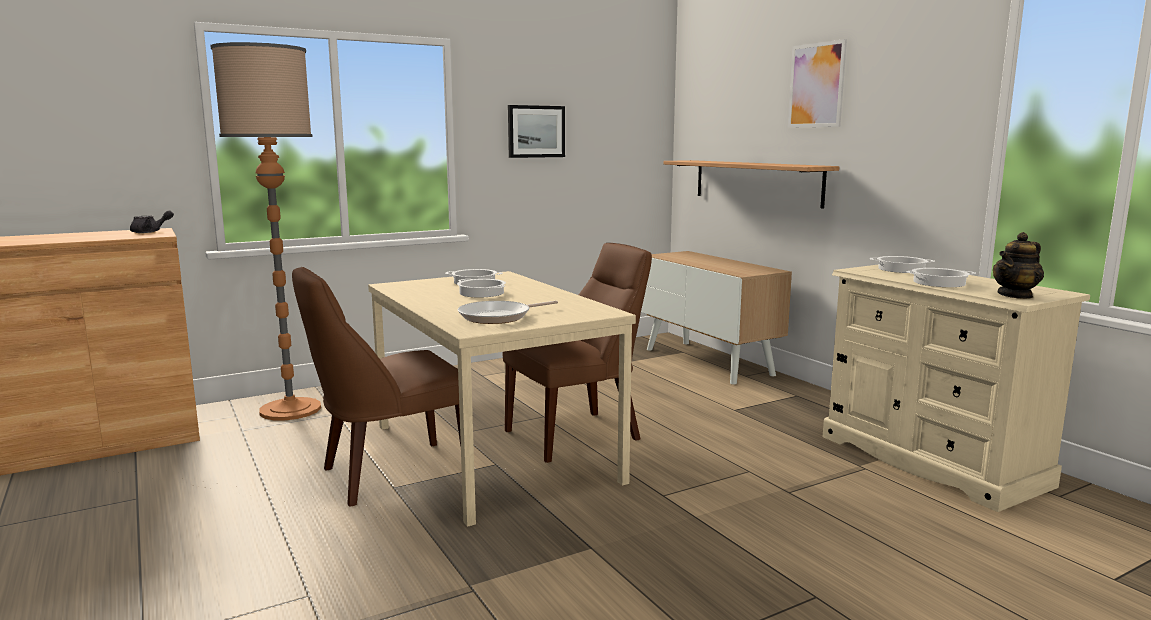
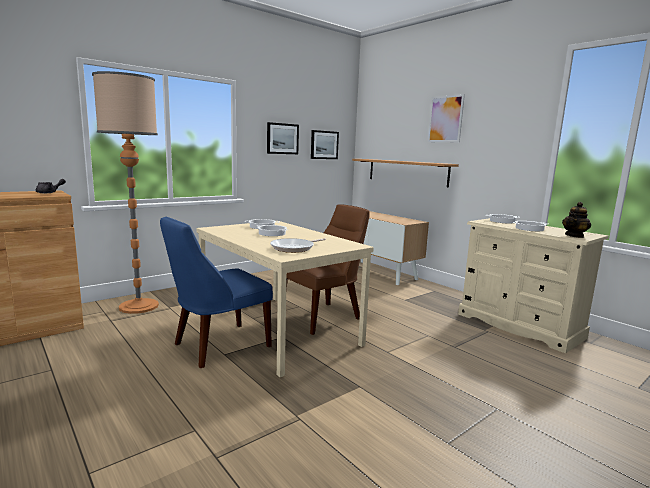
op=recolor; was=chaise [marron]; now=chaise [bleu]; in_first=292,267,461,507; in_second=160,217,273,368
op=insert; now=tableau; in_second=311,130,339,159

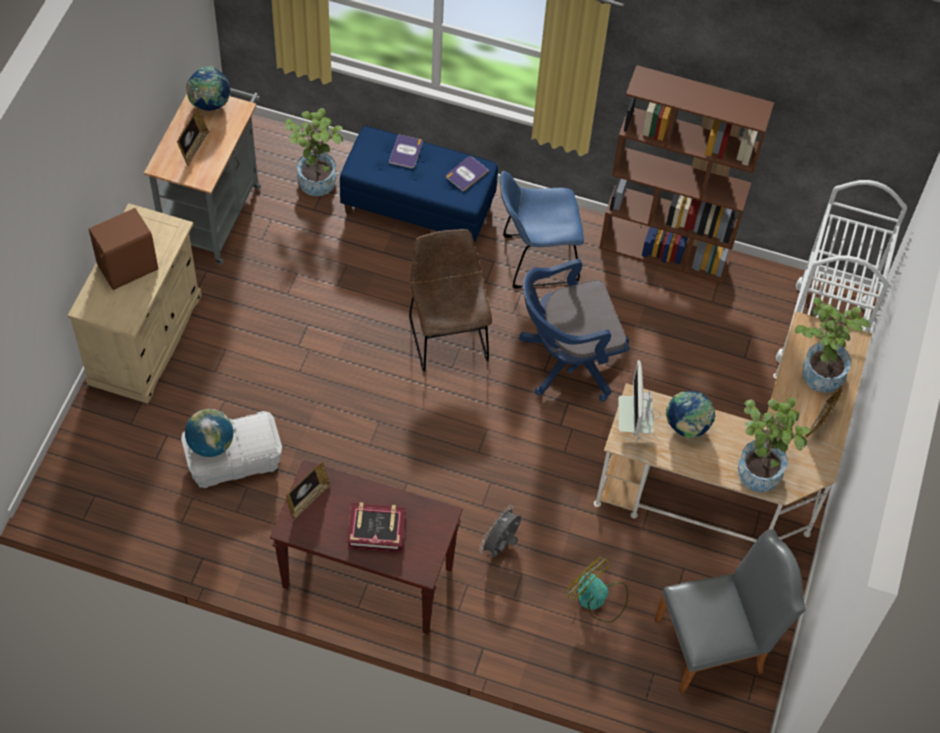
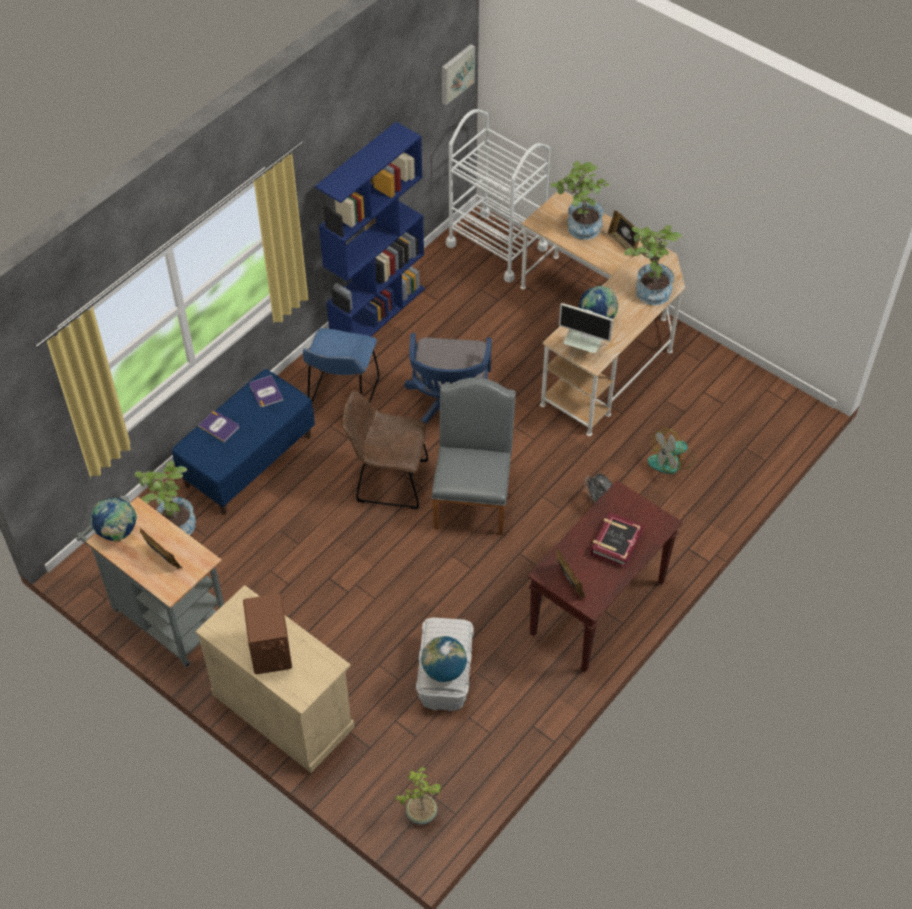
op=recolor; was=bibliothèque [marron]; now=bibliothèque [bleu]; in_first=599,65,774,283; in_second=315,122,425,336
op=move; was=chaise [gris]; in_first=654,529,806,694; in_second=431,377,516,535
op=insert; now=tableau; in_second=442,44,475,105
op=insert; now=plante en pot; in_second=395,767,441,825

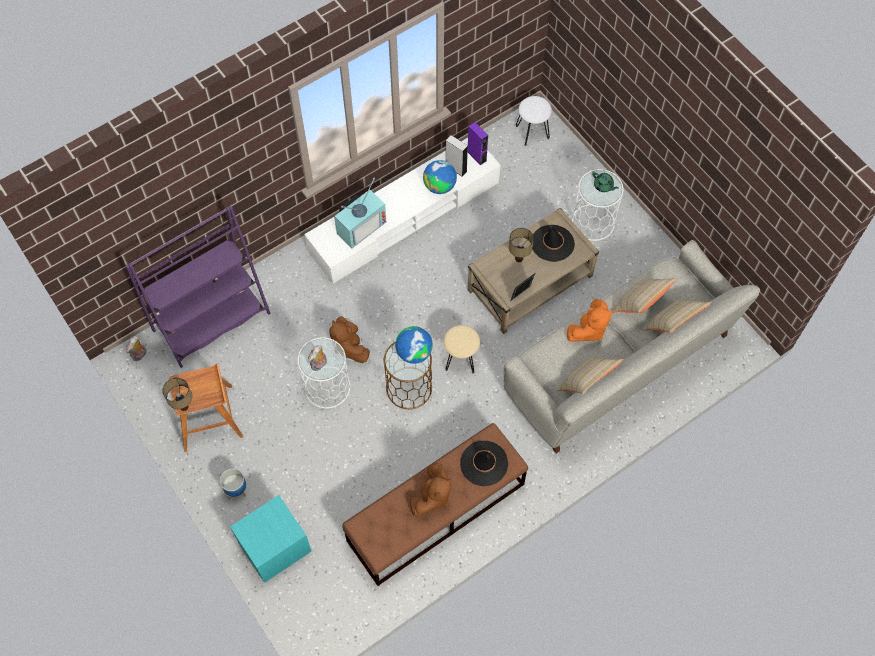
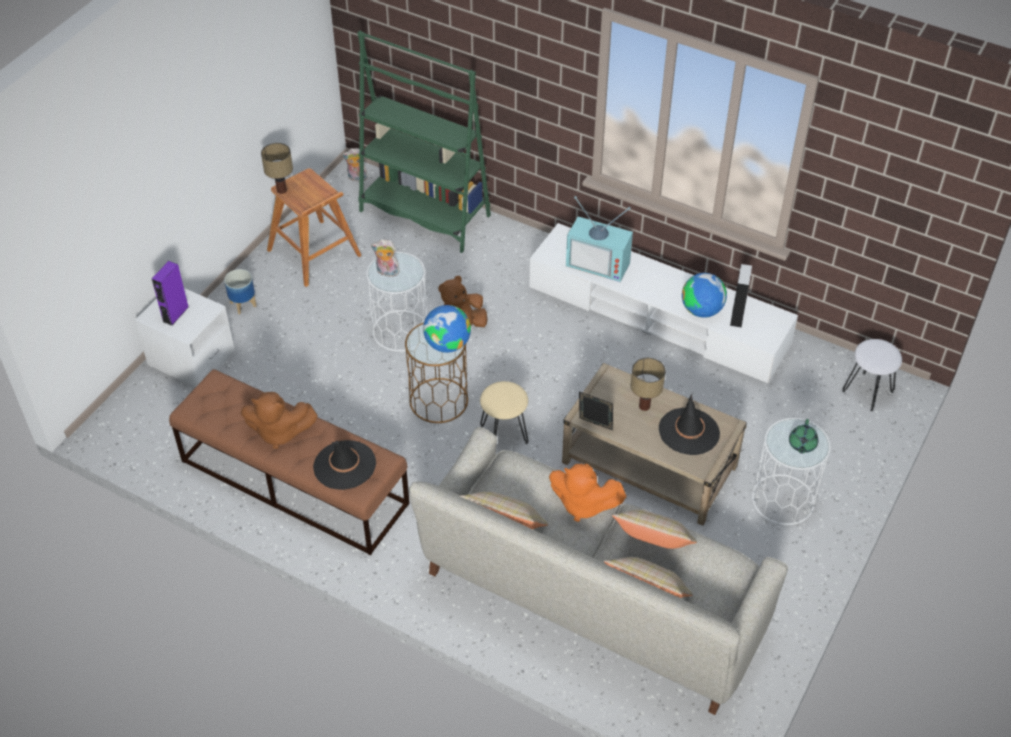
op=move; was=enceinte [violet]; in_first=468,122,488,166; in_second=152,261,189,326
op=recolor; was=bibliothèque [violet]; now=bibliothèque [vert]; in_first=125,206,271,368; in_second=357,30,491,253
op=recolor; was=table de chevet [turquoise]; now=table de chevet [blanc]; in_first=230,495,311,583; in_second=135,288,235,387

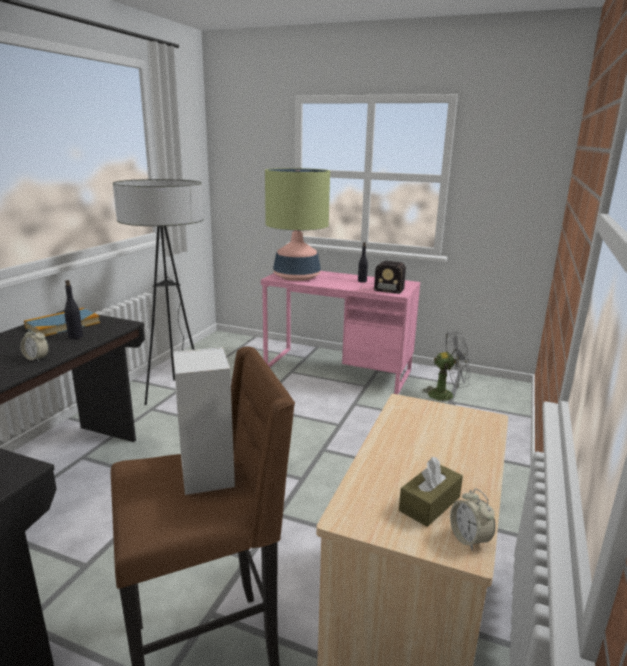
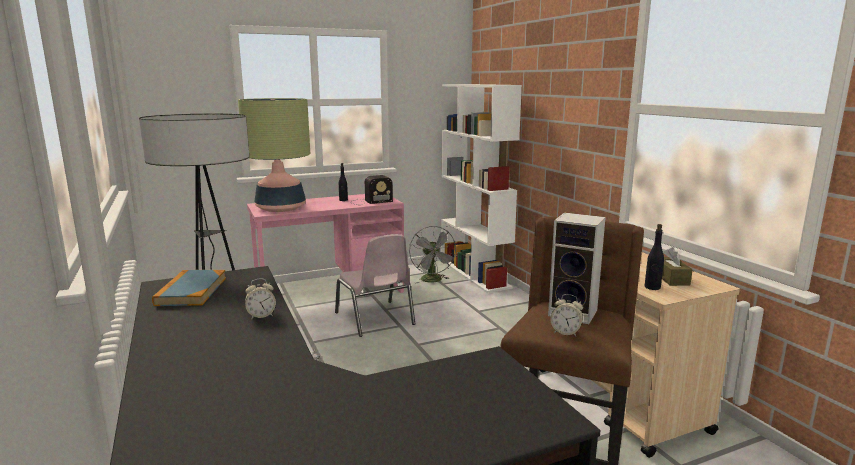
op=move; was=bouteille [noir]; in_first=64,280,83,339; in_second=645,224,664,290
op=rotate; was=ventilateur [gris]; in_first=420,332,471,405; in_second=409,226,457,283; clockwise=120
op=move; was=réveil; in_first=450,488,495,551; in_second=550,294,583,337
op=insert; now=bibliothèque [blanc]; in_second=441,84,522,293
op=insert; now=chaise [rose]; in_second=335,234,415,337

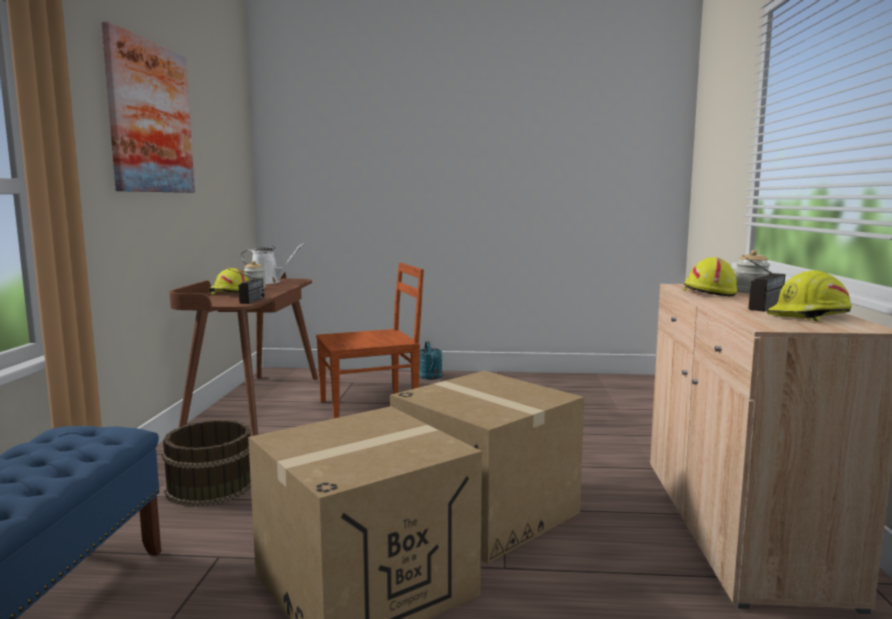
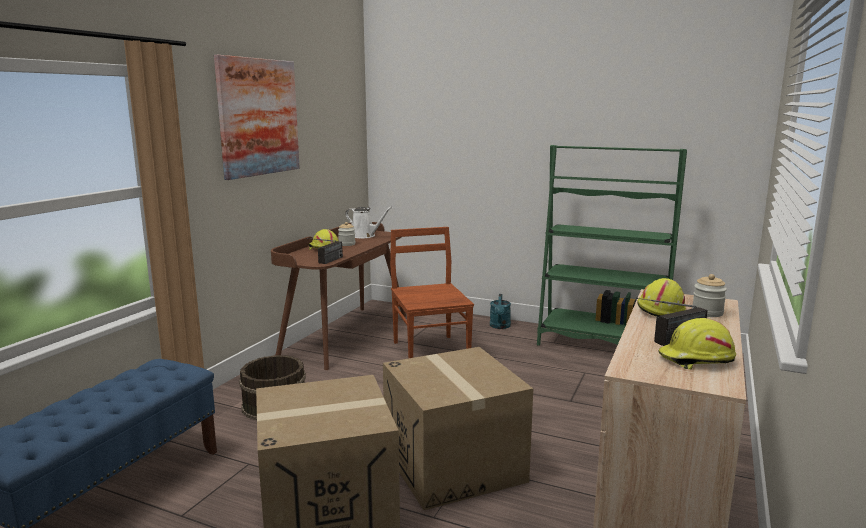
op=rotate; was=chaise [marron]; in_first=316,263,424,419; in_second=390,227,474,358; clockwise=-105
op=insert; now=bibliothèque [vert]; in_second=537,145,687,346

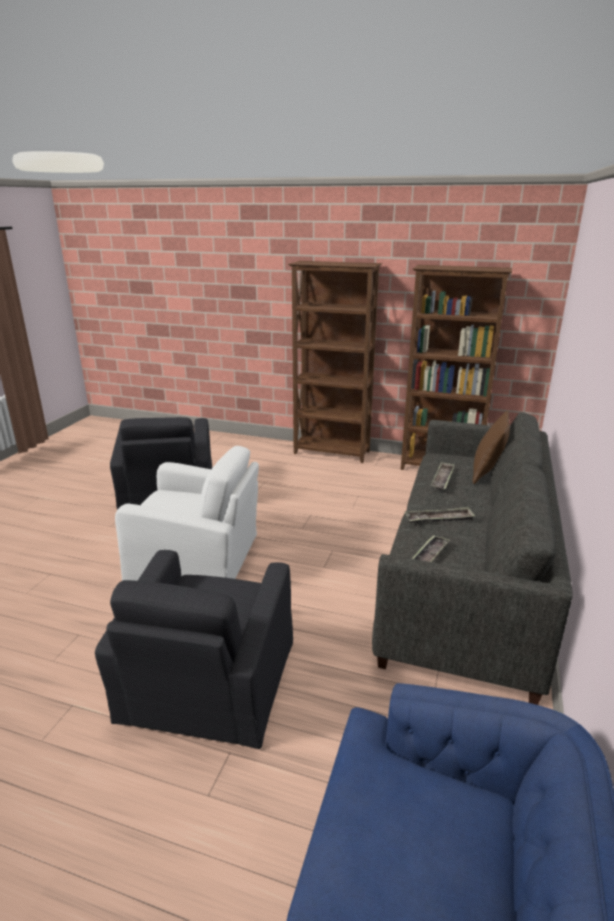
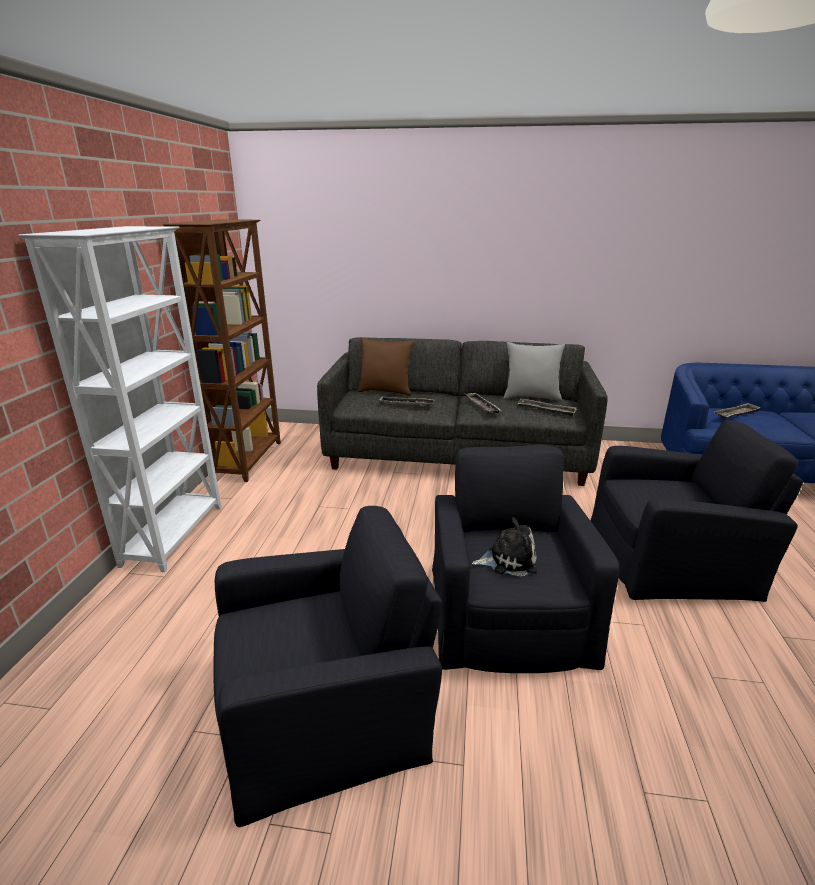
op=recolor; was=bibliothèque [marron]; now=bibliothèque [blanc]; in_first=288,261,382,463; in_second=19,226,221,572
op=recolor; was=fauteuil [blanc]; now=fauteuil [noir]; in_first=115,446,259,581; in_second=432,445,619,673
op=insert; now=coussin [gris]; in_second=504,342,565,401
op=insert; now=plateau; in_second=715,403,761,419
op=insert; now=peluche; in_second=472,518,537,577

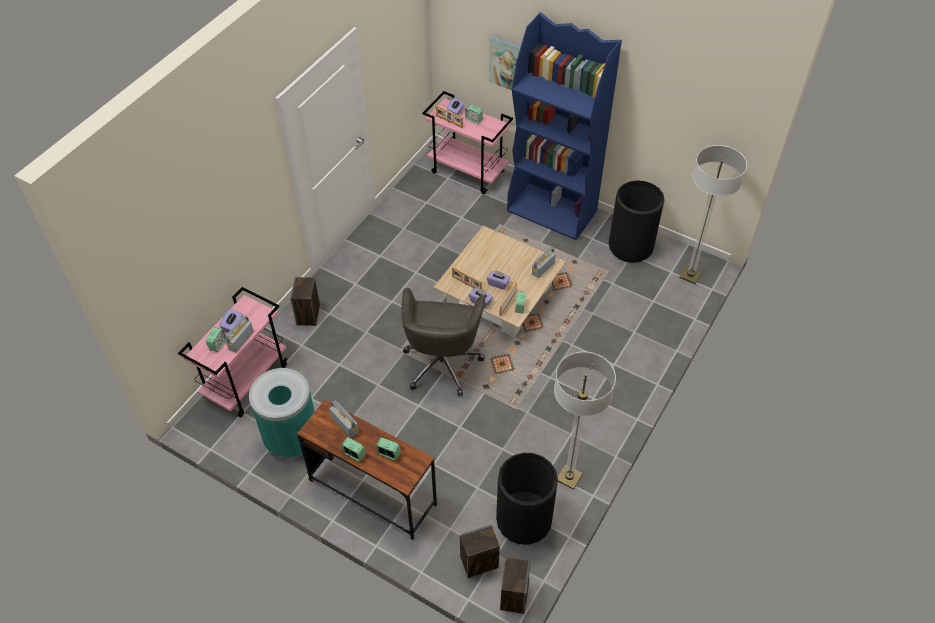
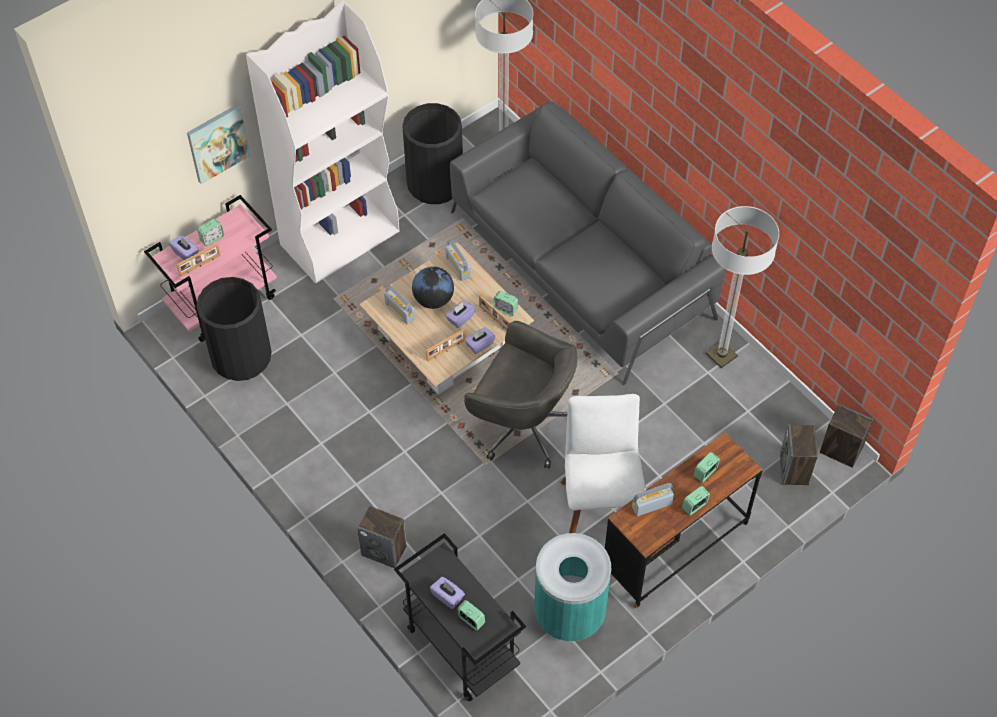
op=recolor; was=bibliothèque [bleu]; now=bibliothèque [blanc]; in_first=507,12,622,240; in_second=246,1,399,283
op=recolor; was=chariot [rose]; now=chariot [noir]; in_first=178,287,287,417; in_second=394,533,526,701
op=move; was=radio; in_first=225,316,254,353; in_second=384,285,415,324
op=move; was=poubelle [noir]; in_first=496,453,558,545; in_second=197,277,272,381
op=insert; now=canapé [gris]; in_second=450,102,726,385
op=insert; now=globe; in_second=412,266,454,309
op=insert; now=chaise [blanc]; in_second=561,394,646,533

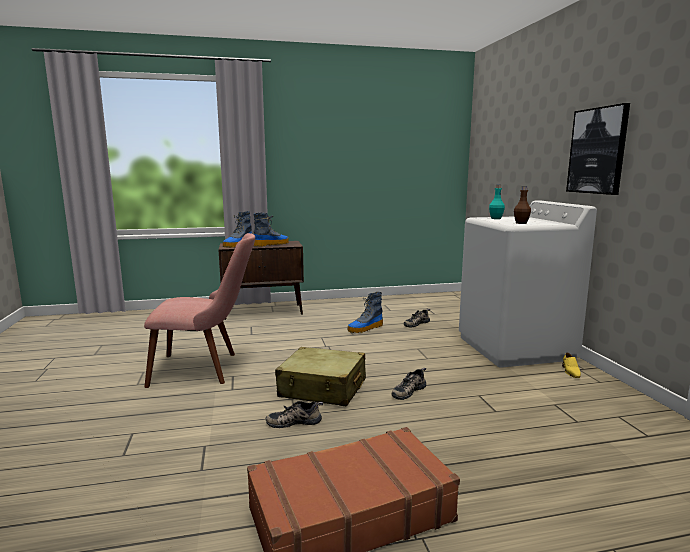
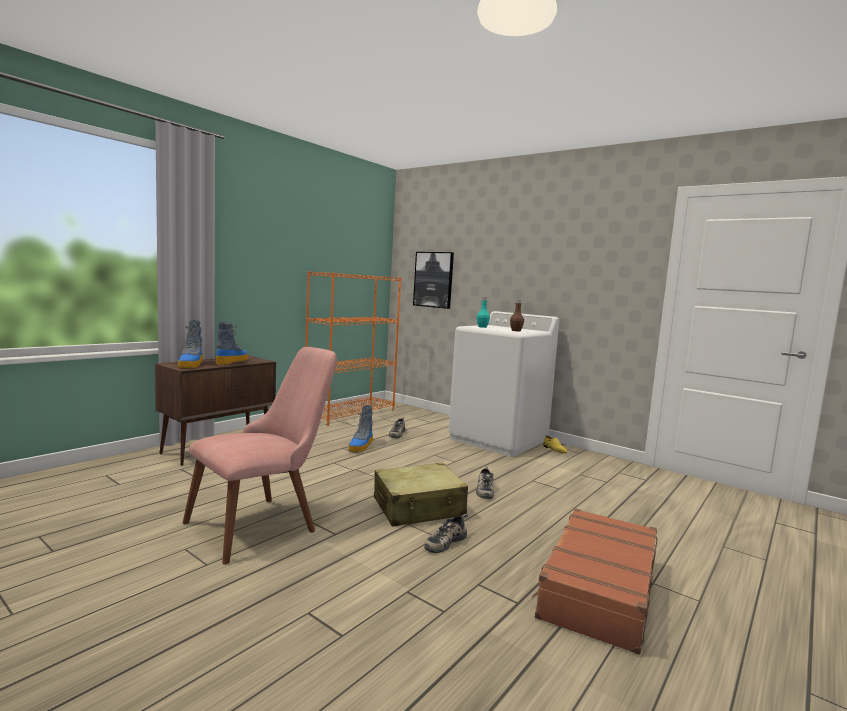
op=move; was=tableau; in_first=566,103,630,195; in_second=413,252,454,309
op=insert; now=bibliothèque [orange]; in_second=306,271,401,426

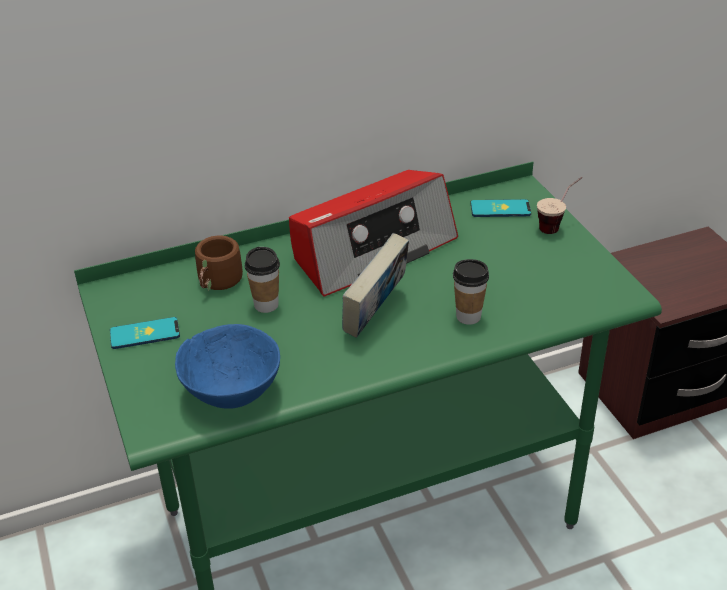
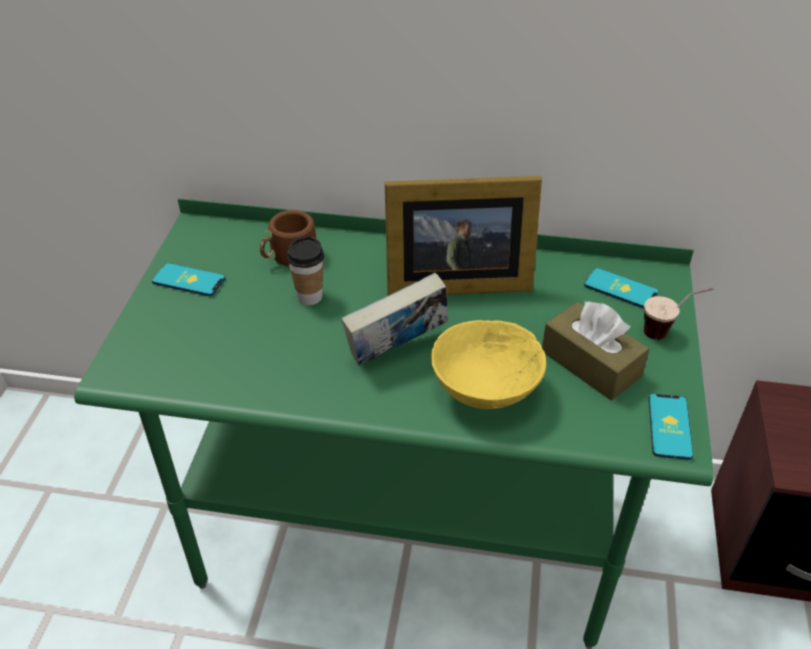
op=replace; was=radio; now=cadre photo; in_first=289,170,458,296; in_second=385,176,542,296
op=replace; was=tasse; now=bol [jaune]; in_first=453,259,489,325; in_second=431,320,546,409
op=delete; was=bol [bleu]; in_first=175,324,280,409
op=insert; now=boîte à mouchoirs [marron]; in_second=542,301,649,400
op=insert; now=téléphone; in_second=649,394,693,460

